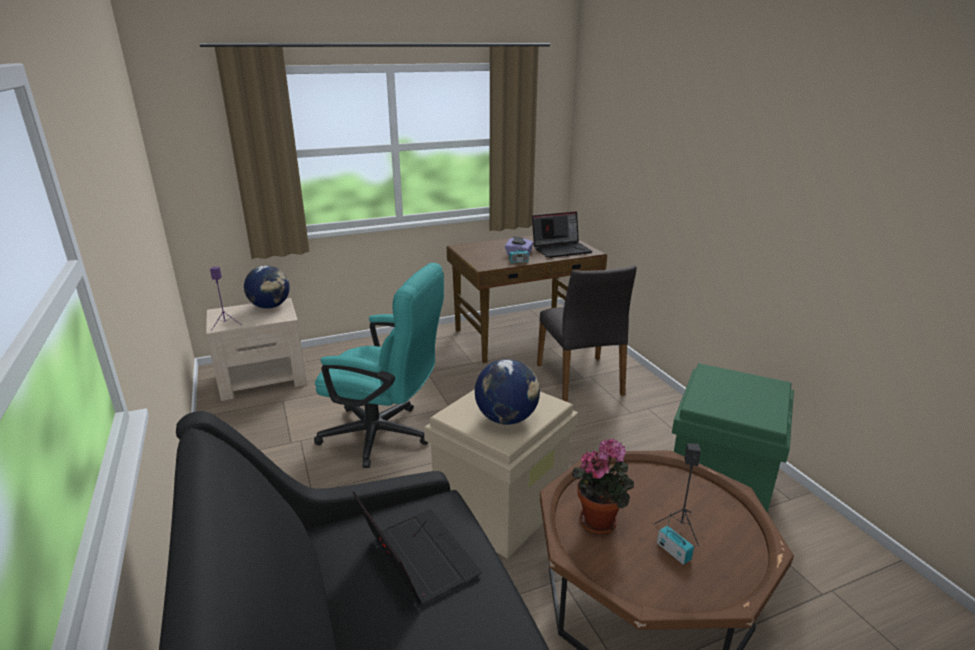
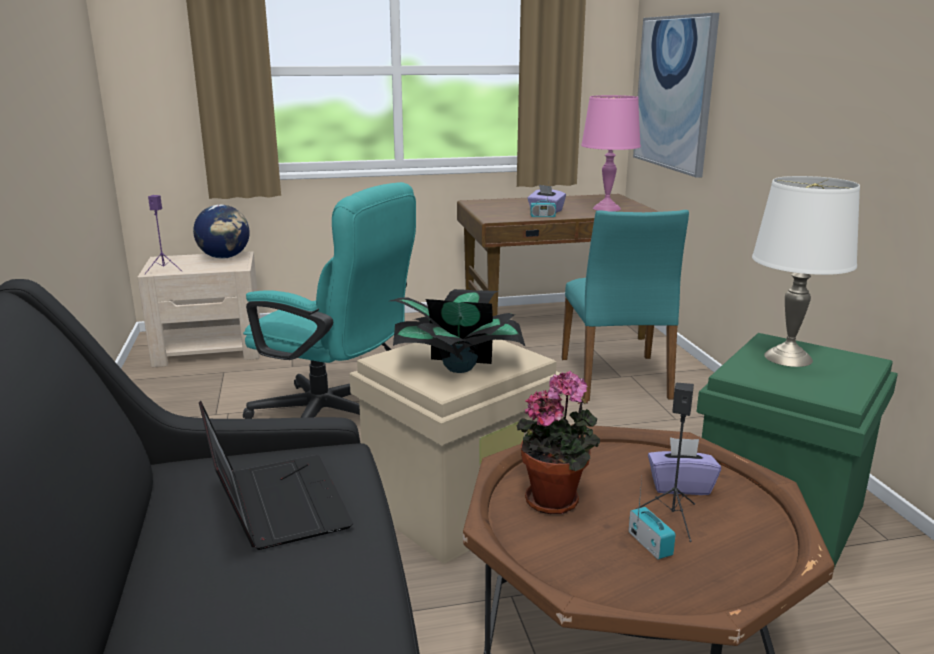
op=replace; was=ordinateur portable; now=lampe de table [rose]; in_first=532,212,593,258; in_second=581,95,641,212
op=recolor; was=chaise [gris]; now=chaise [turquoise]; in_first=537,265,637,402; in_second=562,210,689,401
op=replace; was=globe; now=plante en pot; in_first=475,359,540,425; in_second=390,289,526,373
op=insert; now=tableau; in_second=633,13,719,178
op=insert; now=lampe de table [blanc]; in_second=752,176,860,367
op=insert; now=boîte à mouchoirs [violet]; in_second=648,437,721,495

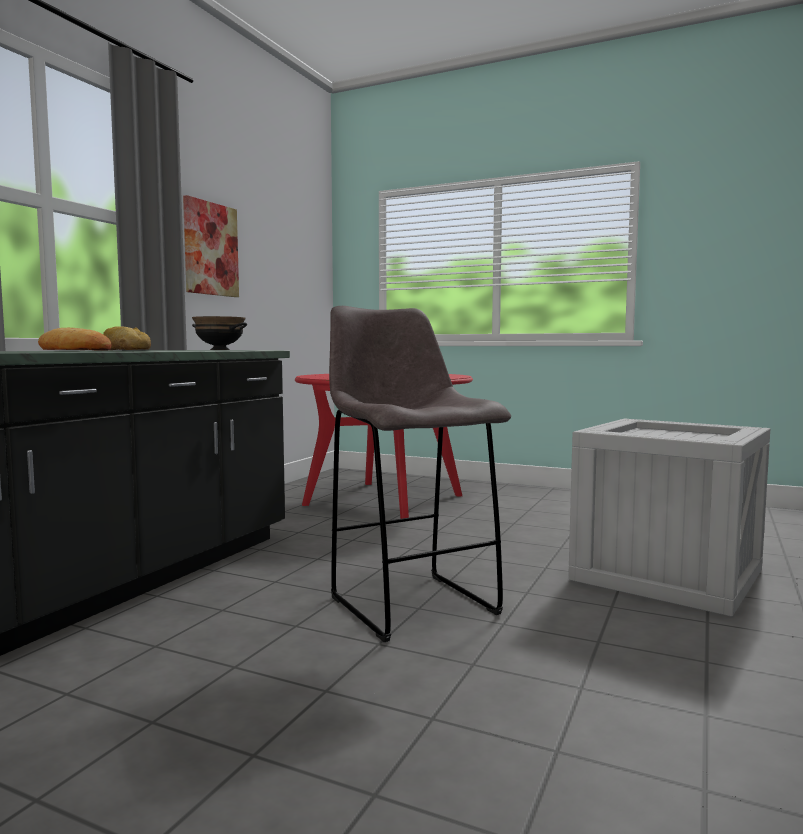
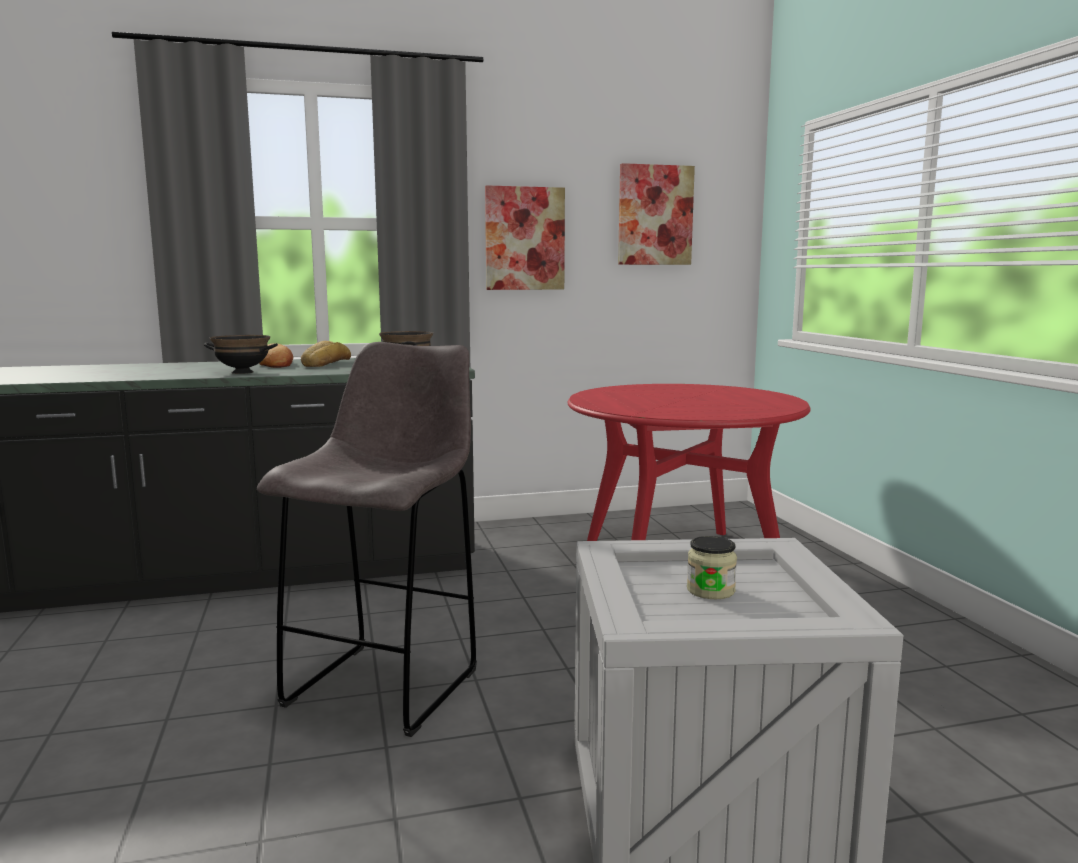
op=insert; now=tableau; in_second=618,163,695,265
op=insert; now=bol [noir]; in_second=204,335,278,374
op=insert; now=bocal; in_second=687,536,737,599

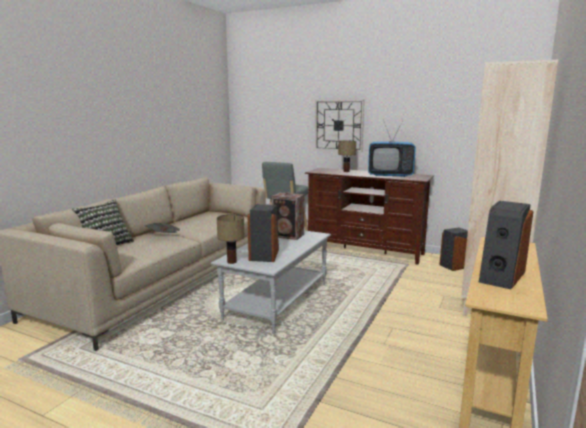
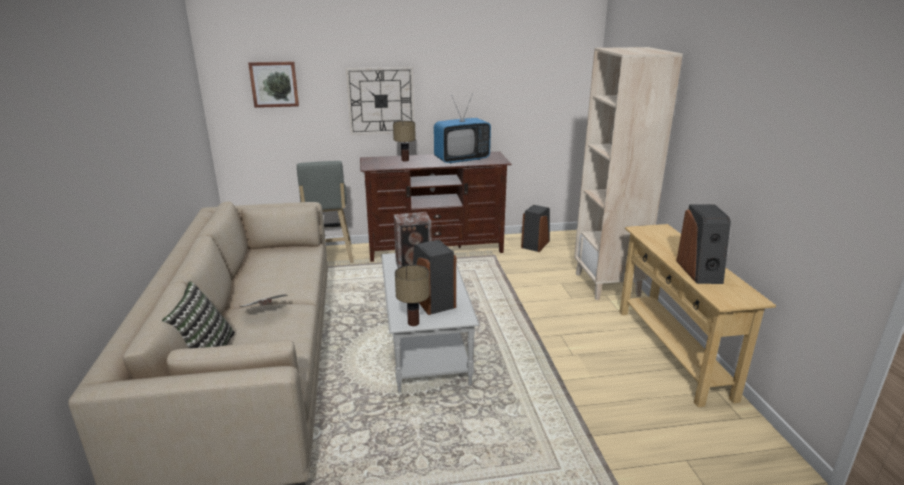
op=insert; now=tableau; in_second=248,61,299,108

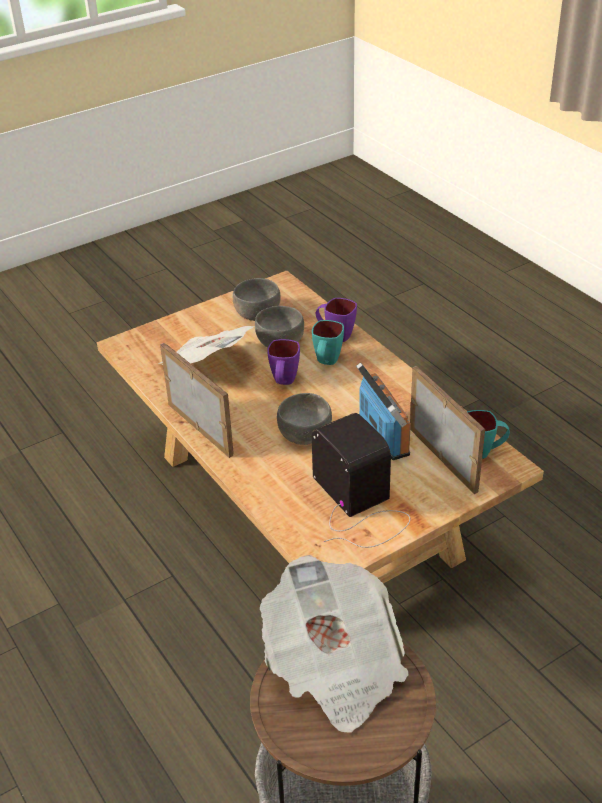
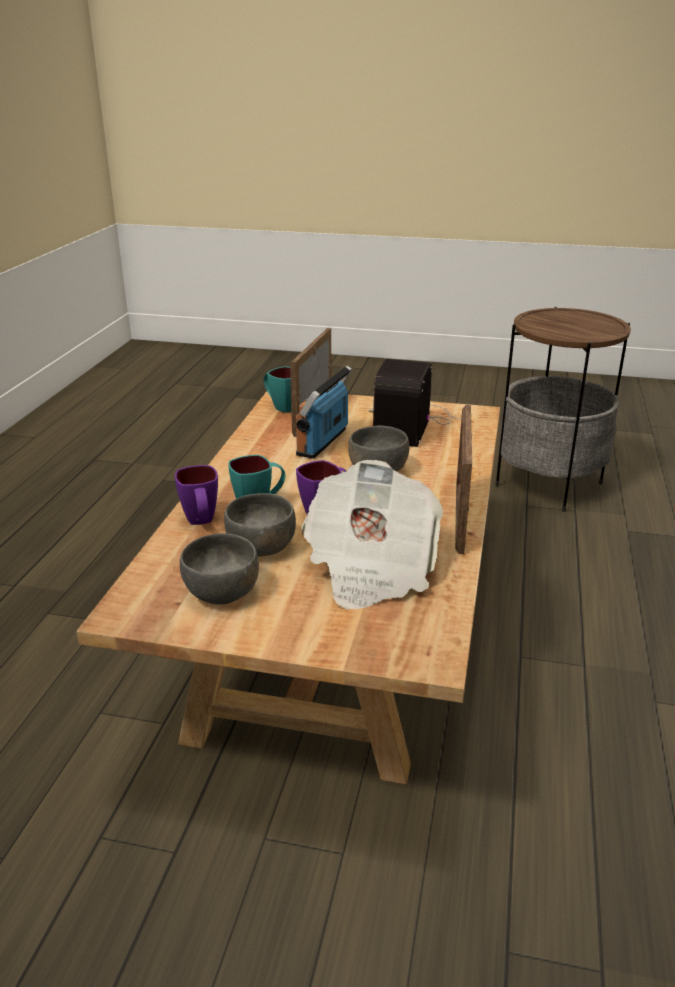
op=delete; was=journal; in_first=260,555,409,733

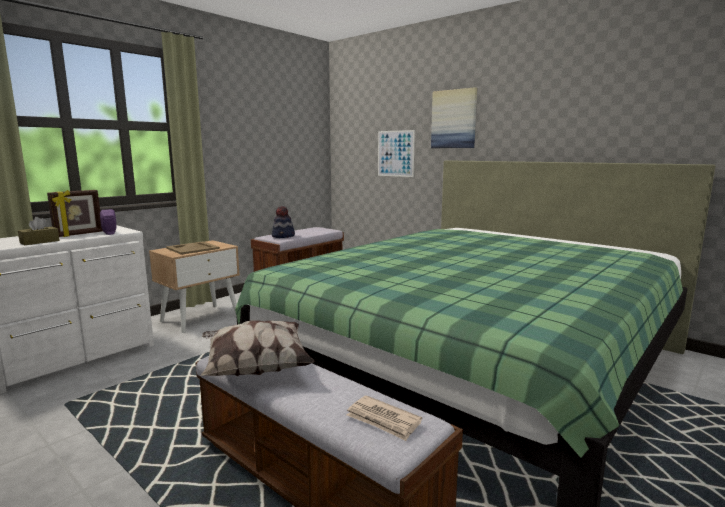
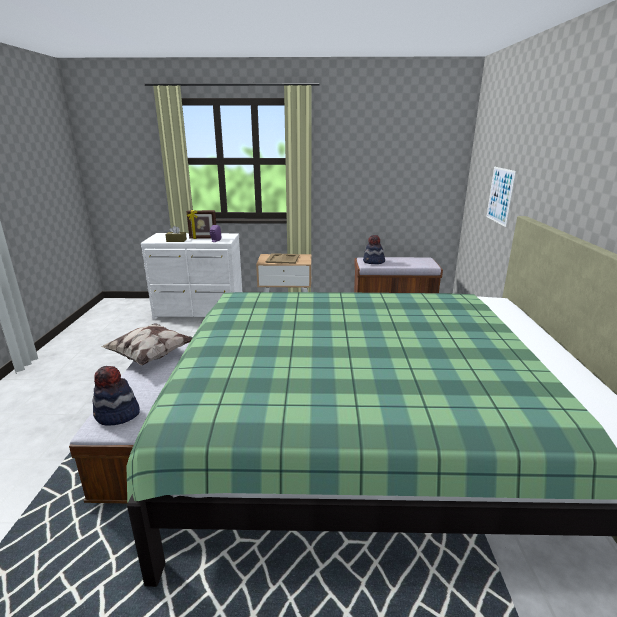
op=delete; was=tableau; in_first=431,87,477,148
op=replace; was=journal; now=chapeau; in_first=347,395,422,441; in_second=92,366,140,426

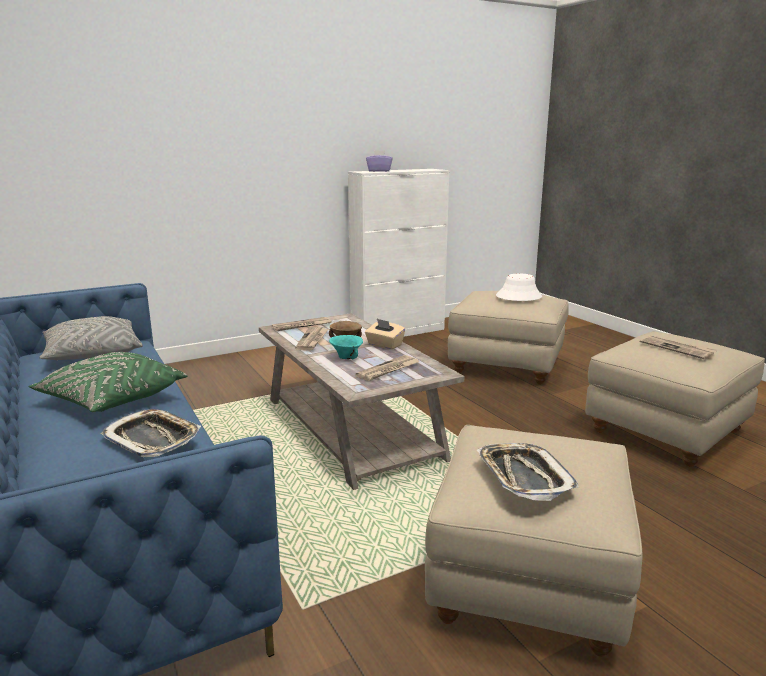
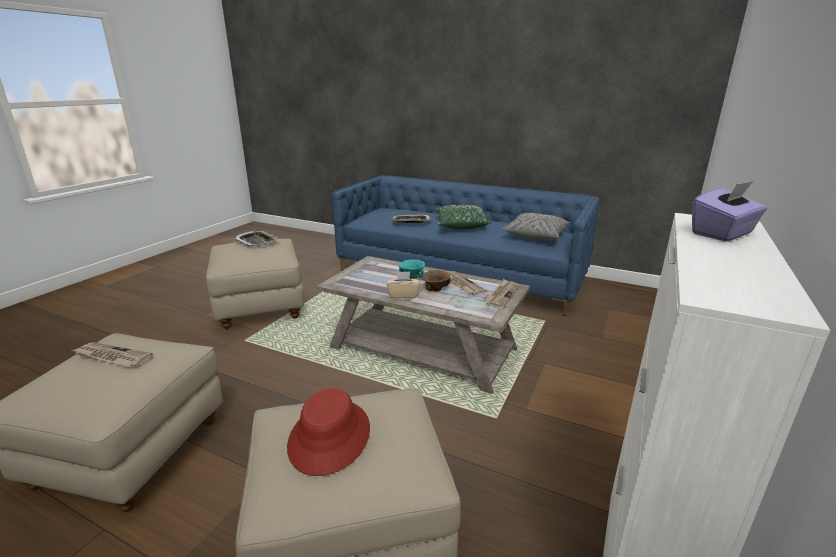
op=recolor; was=chapeau [blanc]; now=chapeau [rouge]; in_first=496,274,542,301; in_second=287,388,370,476
op=delete; was=journal; in_first=355,355,419,381

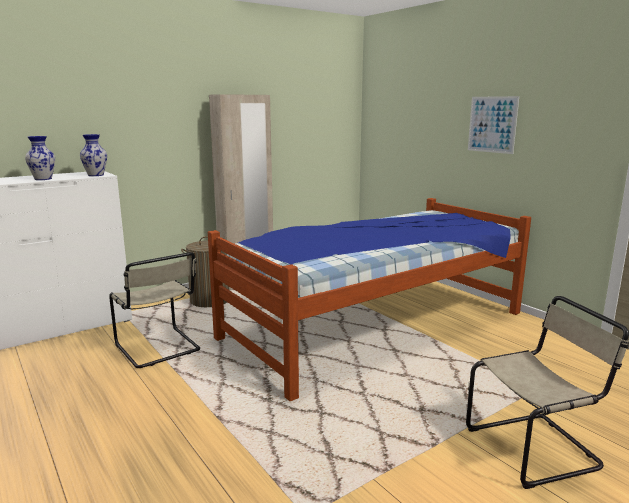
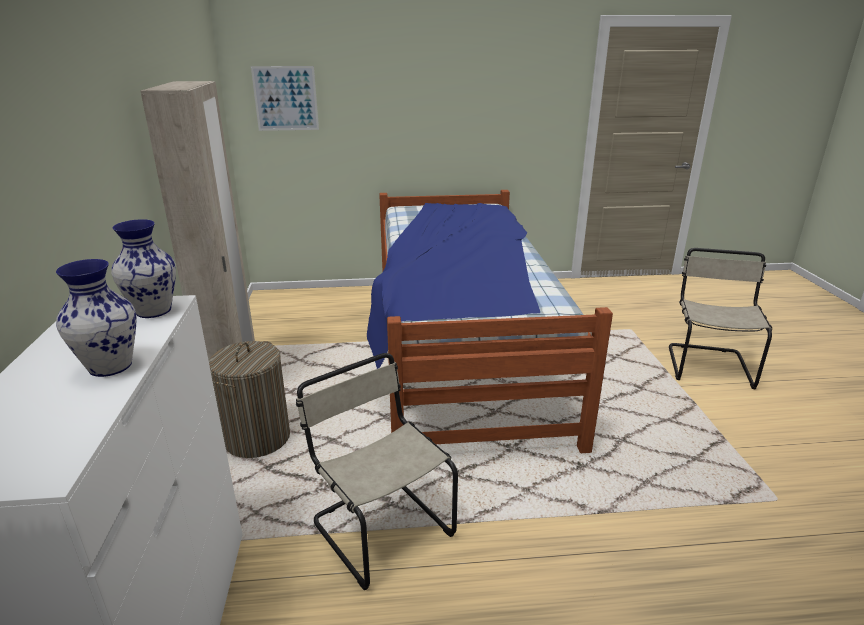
op=move; was=tableau; in_first=468,96,519,154; in_second=251,66,319,131
op=rotate; was=chaise [beige]; in_first=109,252,200,368; in_second=296,353,458,590; clockwise=-120

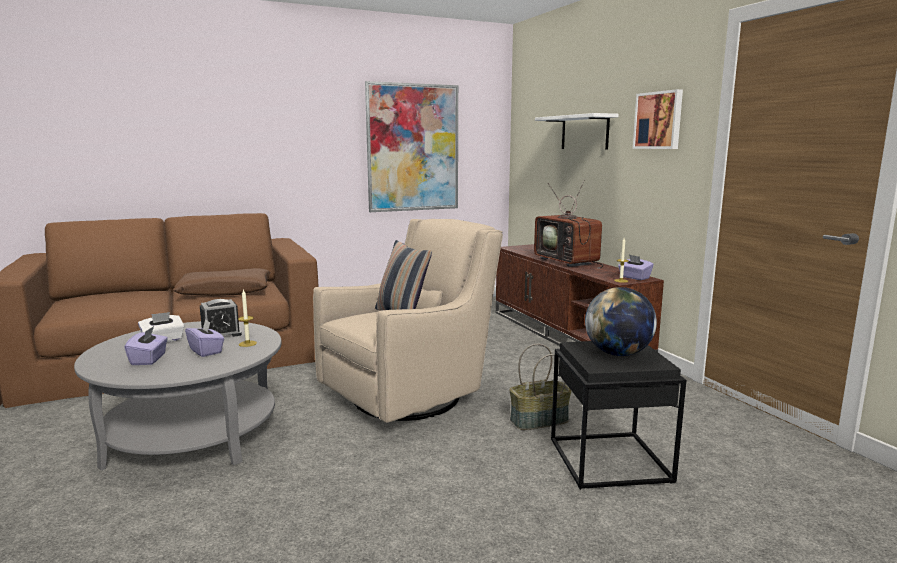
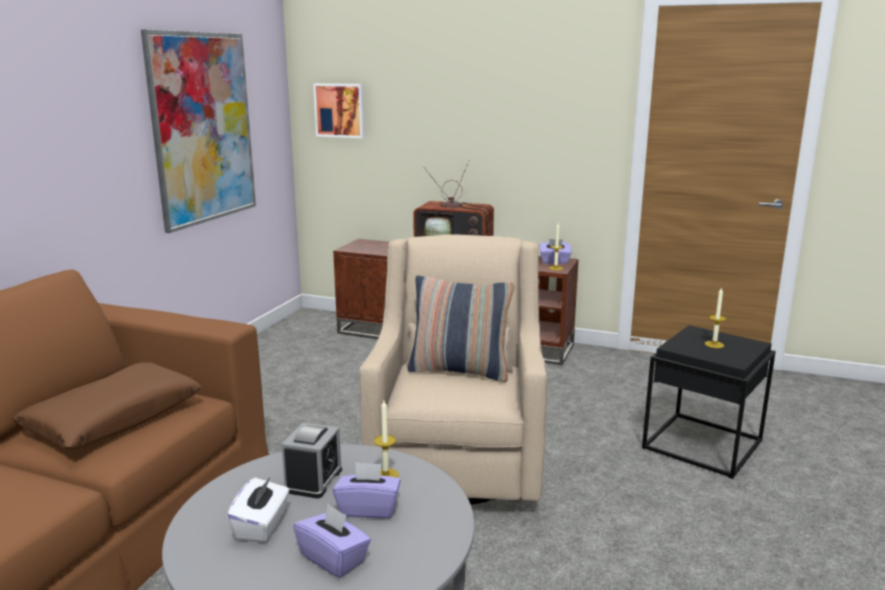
op=move; was=tableau; in_first=633,89,683,149; in_second=313,83,365,138
op=delete; was=étagère [blanc]; in_first=535,113,618,149
op=replace; was=globe; now=bougie; in_first=585,287,657,356; in_second=705,287,726,348
op=delete; was=panier; in_first=510,344,571,430

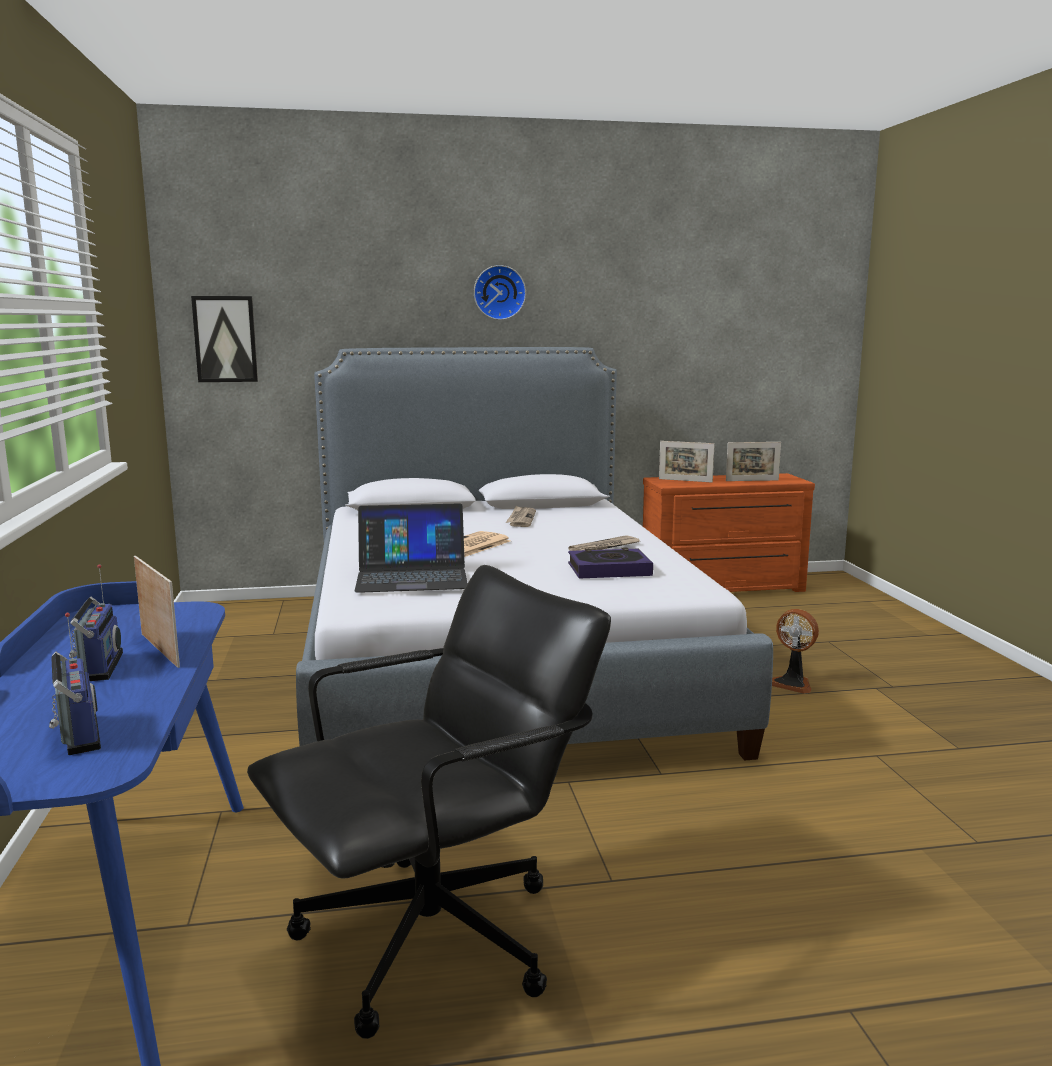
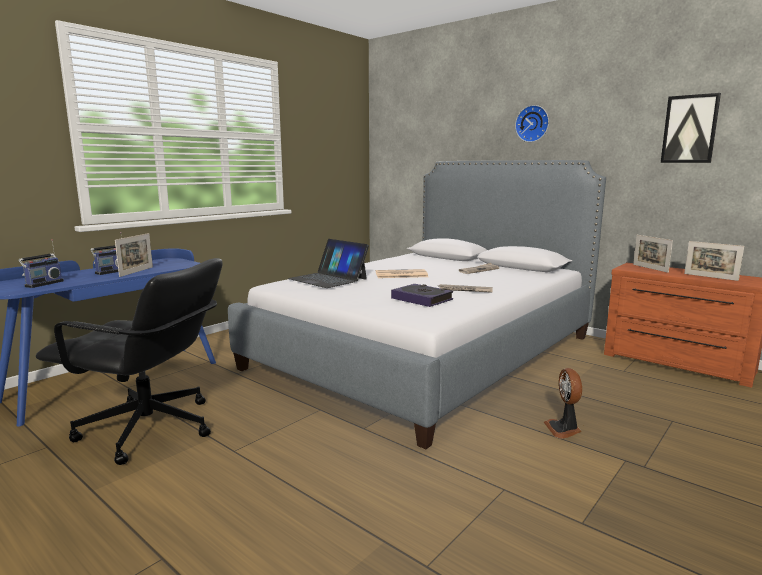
op=move; was=tableau; in_first=191,296,258,382; in_second=661,93,721,163

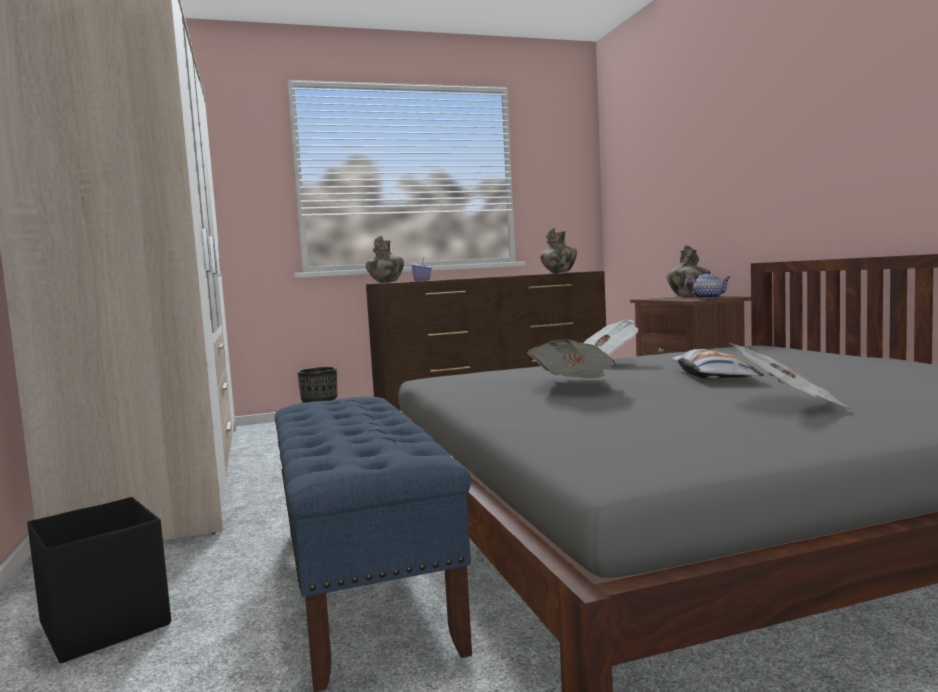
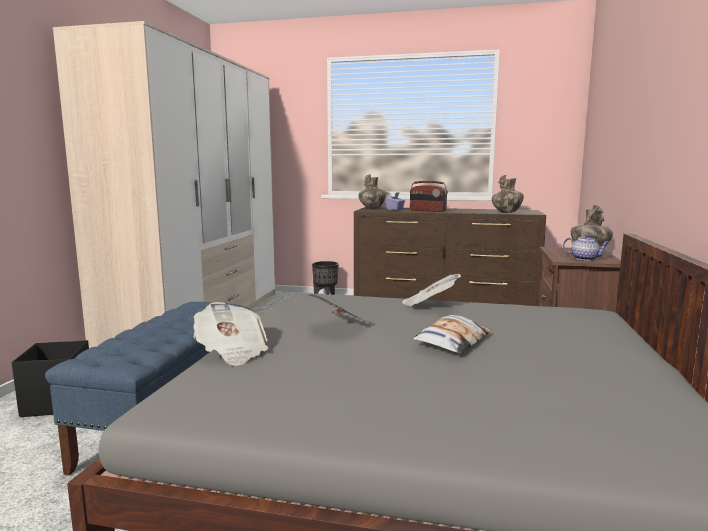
op=move; was=journal; in_first=729,343,853,409; in_second=194,302,269,366
op=insert; now=radio; in_second=410,181,448,212

